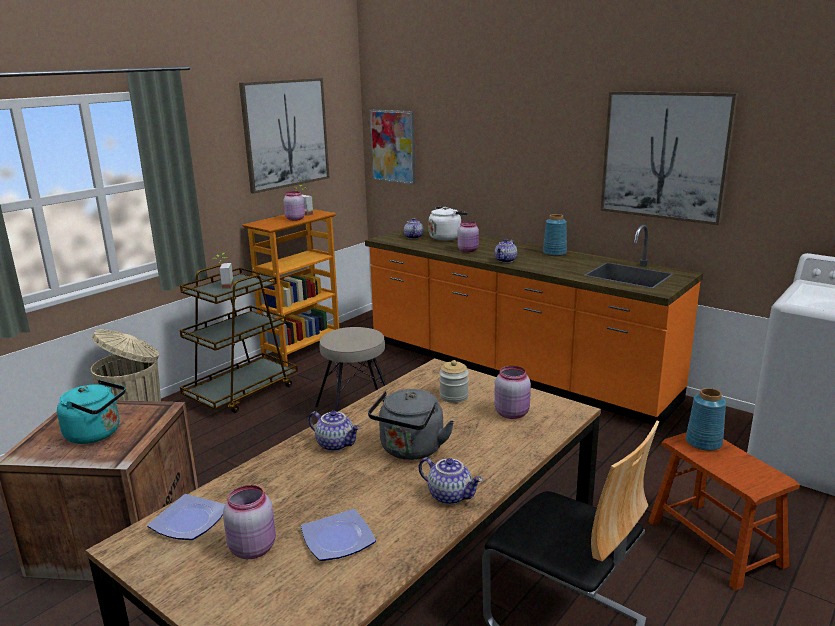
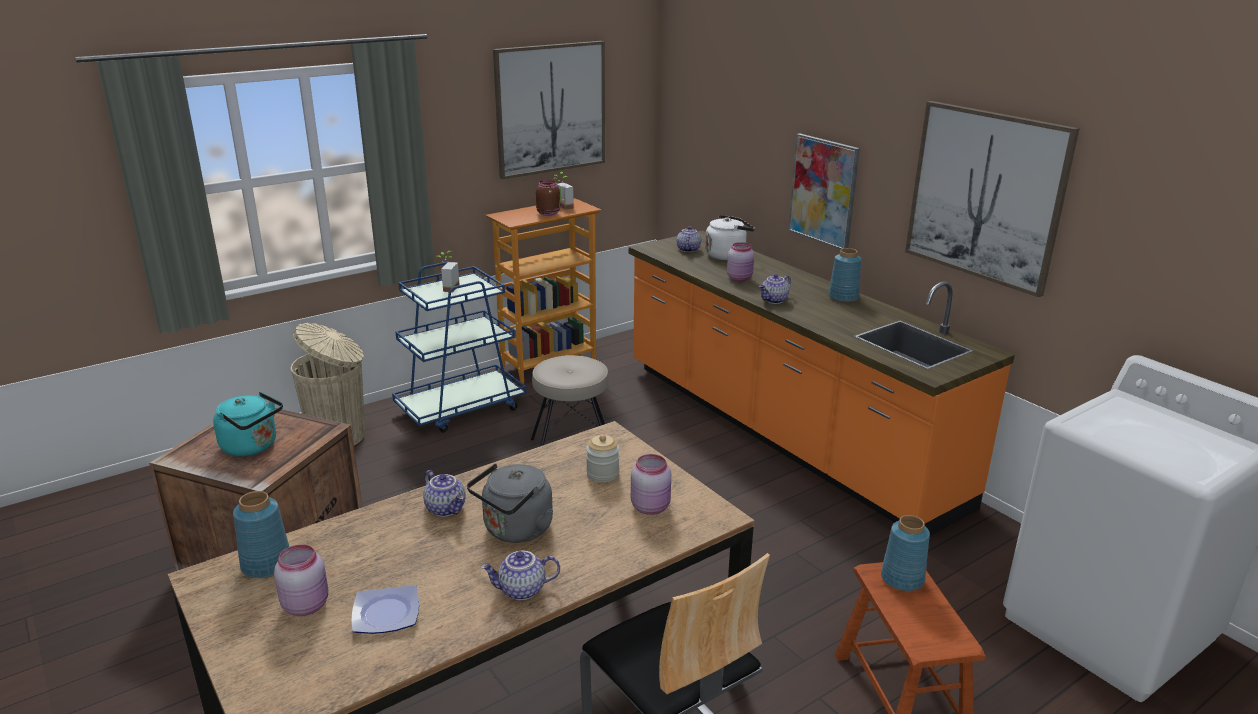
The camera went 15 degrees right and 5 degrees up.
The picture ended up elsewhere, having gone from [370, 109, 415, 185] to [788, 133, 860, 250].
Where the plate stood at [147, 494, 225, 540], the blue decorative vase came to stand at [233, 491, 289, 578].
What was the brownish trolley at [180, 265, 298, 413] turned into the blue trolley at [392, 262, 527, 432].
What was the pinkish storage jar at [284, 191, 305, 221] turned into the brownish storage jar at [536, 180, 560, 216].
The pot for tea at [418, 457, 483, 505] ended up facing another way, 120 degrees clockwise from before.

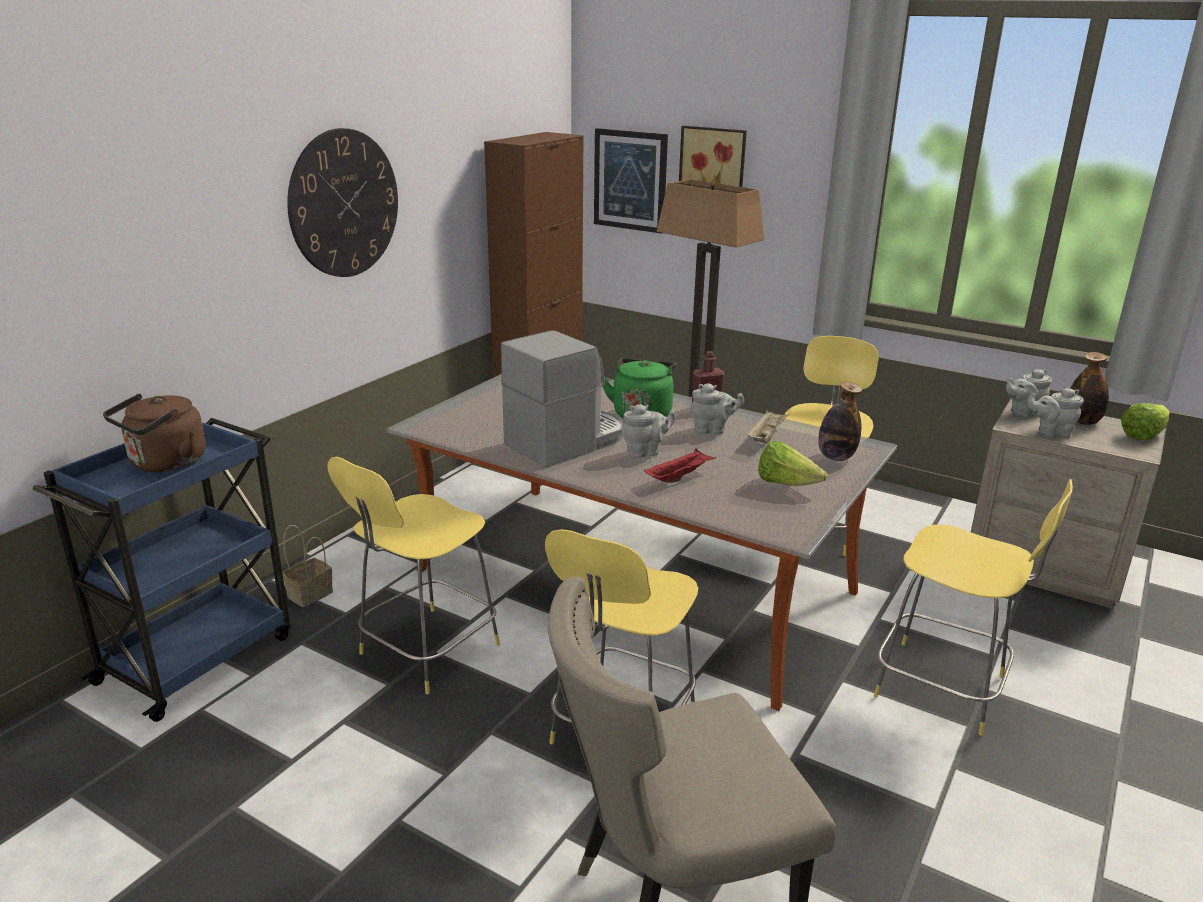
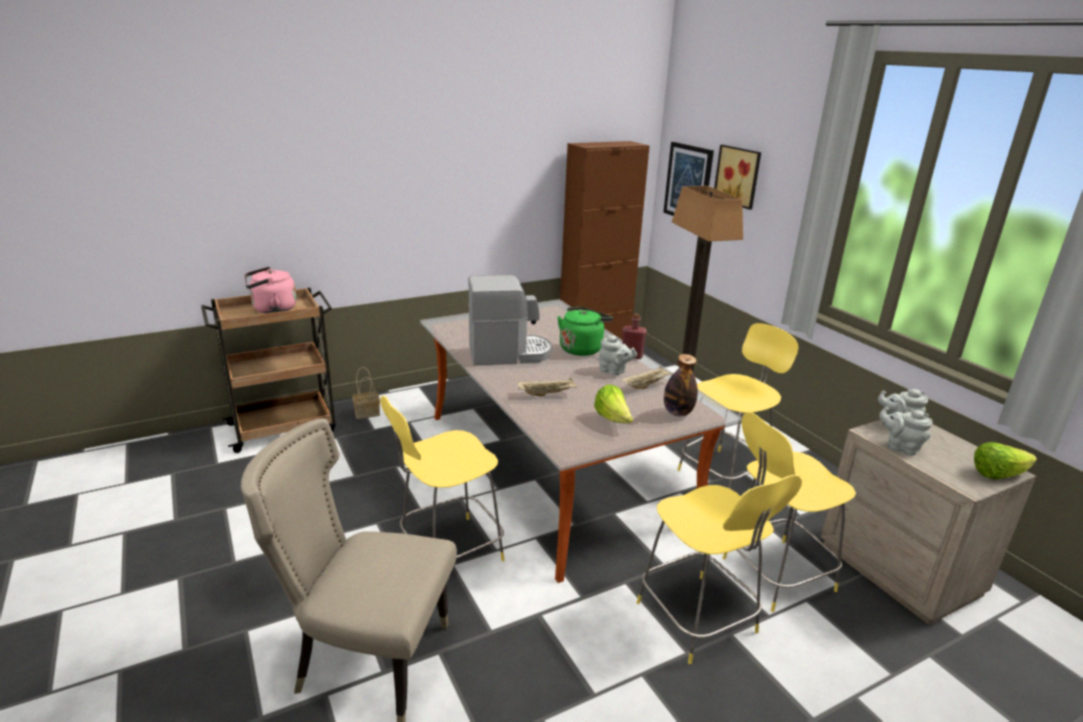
The camera went 30 degrees right and 0 degrees up.
The second view lost the wall clock at [287, 128, 398, 277].
The second view lost the gray pot for tea at [622, 404, 676, 458].
The second view lost the beverage bottle at [1070, 352, 1109, 425].
The yellowish sitting stool ended up elsewhere, having gone from [327, 457, 500, 694] to [723, 412, 856, 612].
What was the blue trolley at [33, 418, 290, 722] turned into the brownish trolley at [201, 288, 336, 453].
What was the brownish kettle at [103, 393, 205, 472] turned into the pinkish kettle at [245, 267, 297, 313].
What was the reddish carrying tray at [644, 448, 716, 483] turned into the sand-coloured carrying tray at [517, 378, 577, 396].

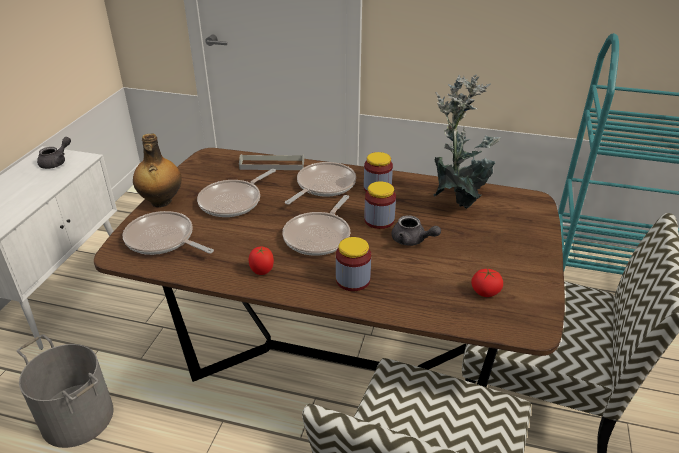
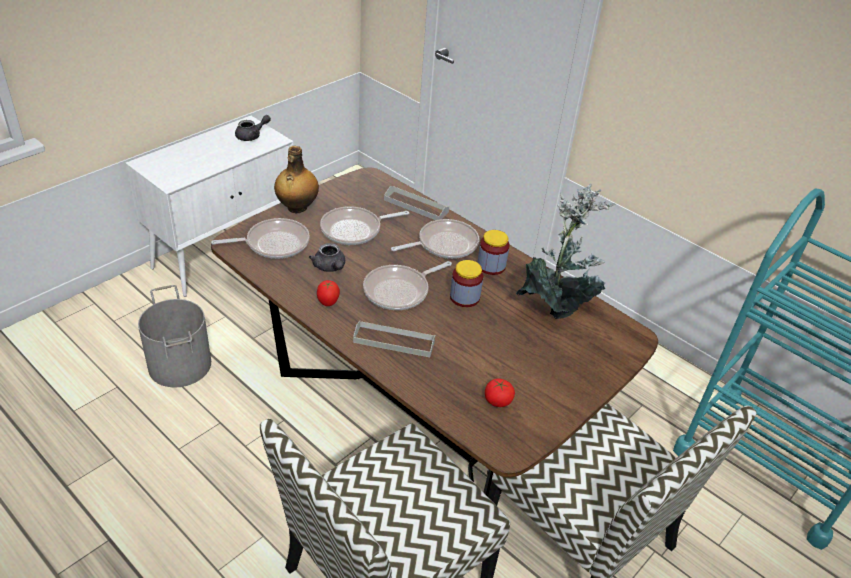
The camera went 25 degrees right and 5 degrees up.
The gray pot for tea ended up elsewhere, having gone from [392, 215, 441, 246] to [309, 243, 345, 272].
Where the storage jar stood at [336, 237, 371, 291], the gray carrying tray came to stand at [353, 321, 435, 357].
The pan at [123, 211, 214, 255] ended up facing another way, 105 degrees clockwise from before.

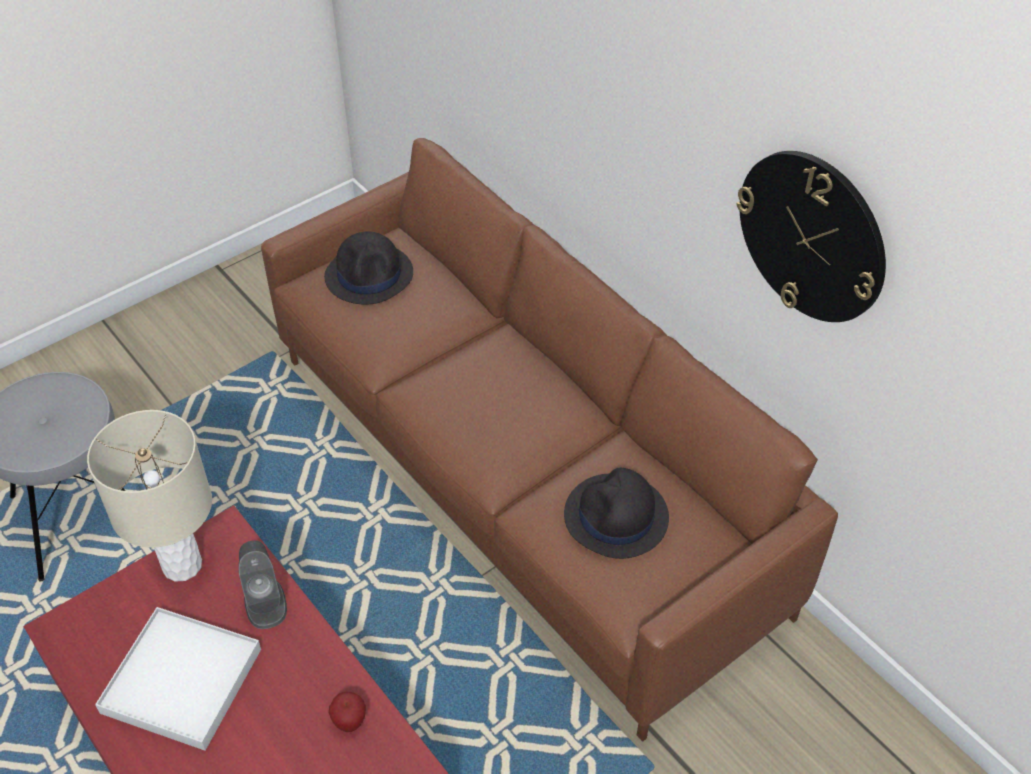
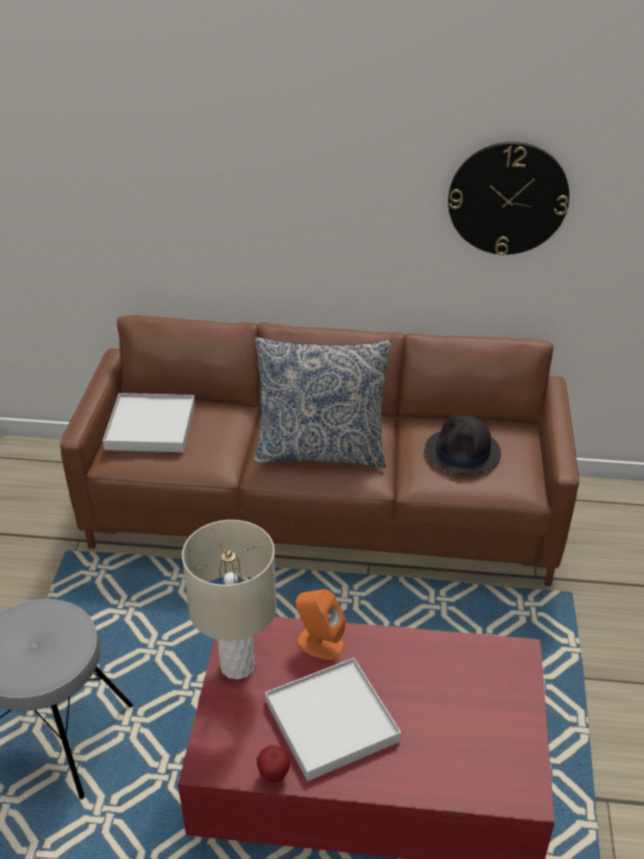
The camera went 45 degrees left and 10 degrees down.
The second view gained the cushion at [254, 337, 391, 468].
The apple ended up elsewhere, having gone from [329, 692, 366, 732] to [257, 746, 290, 783].
Where the blackish hat stood at [324, 231, 413, 305], the whitish carrying tray came to stand at [103, 393, 195, 452].
What was the gray audio speaker at [239, 540, 287, 629] turned into the orange audio speaker at [295, 589, 346, 660].

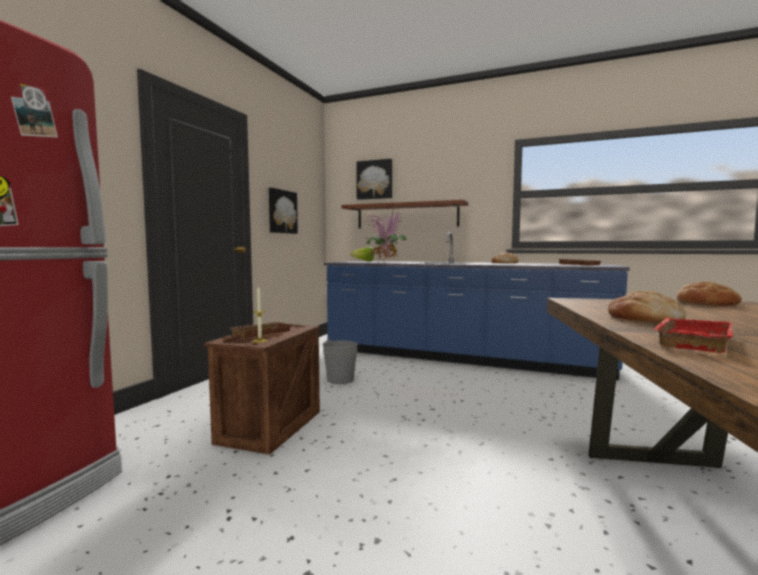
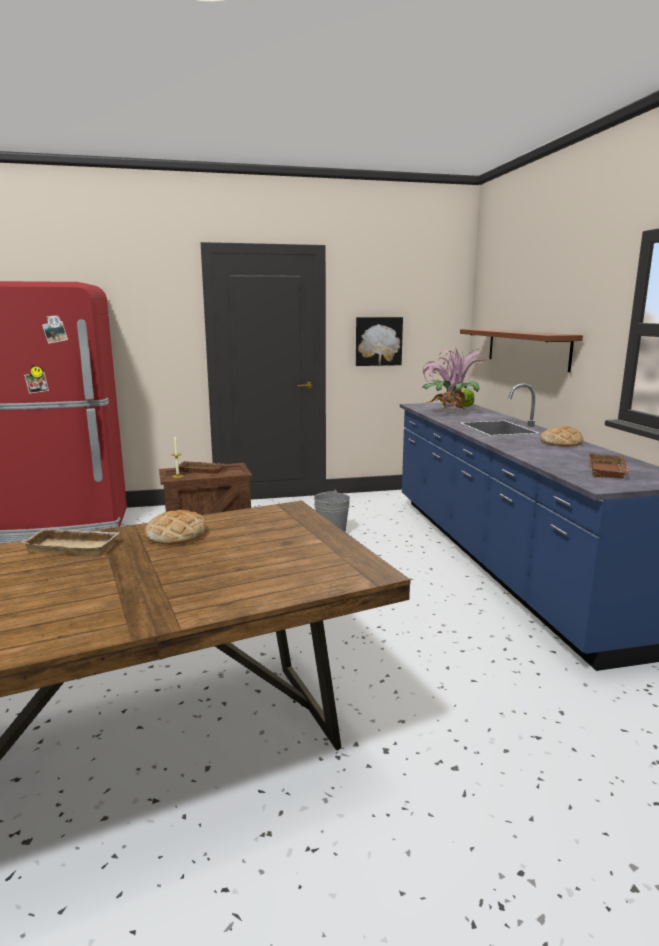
The camera went 55 degrees right and 10 degrees up.
The second view lost the picture at [356, 159, 392, 200].
The second view lost the baked bread at [676, 282, 742, 306].
What was the reddish carrying tray at [654, 318, 733, 353] turned into the sand-coloured carrying tray at [21, 528, 119, 556].

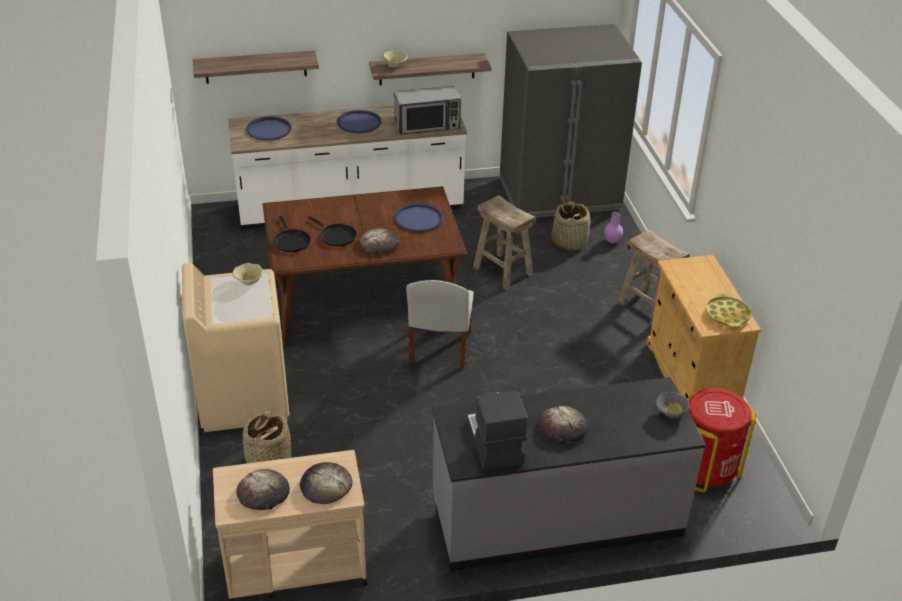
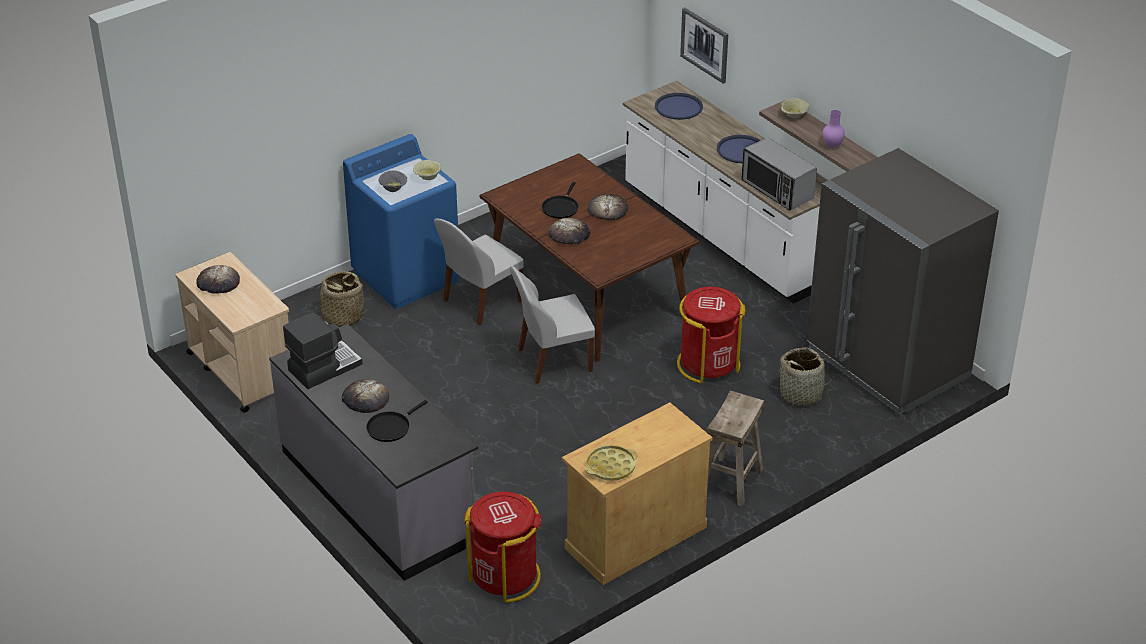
The camera went 65 degrees right and 0 degrees up.
The second view lost the blue carrying tray at [394, 203, 443, 232].
The second view gained the whitish upright chair at [434, 218, 524, 325].
The blackish pan ended up elsewhere, having gone from [274, 216, 311, 252] to [366, 400, 428, 442].
The baked bread ended up elsewhere, having gone from [300, 462, 353, 504] to [588, 194, 628, 220].
The purple-coloured decorative vase ended up elsewhere, having gone from [604, 212, 623, 243] to [822, 110, 845, 148].
The gray bowl ended up elsewhere, having gone from [656, 392, 690, 419] to [378, 170, 407, 192].
Where the bracket shelf hung at [193, 50, 319, 84], the picture came to hang at [680, 7, 728, 84].
Where the sand-coloured sitting stool stood at [473, 195, 535, 290], the reddish trash can came to stand at [677, 287, 746, 384].
What was the sand-coloured laundry appliance at [182, 263, 289, 432] turned into the blue laundry appliance at [343, 134, 459, 309].

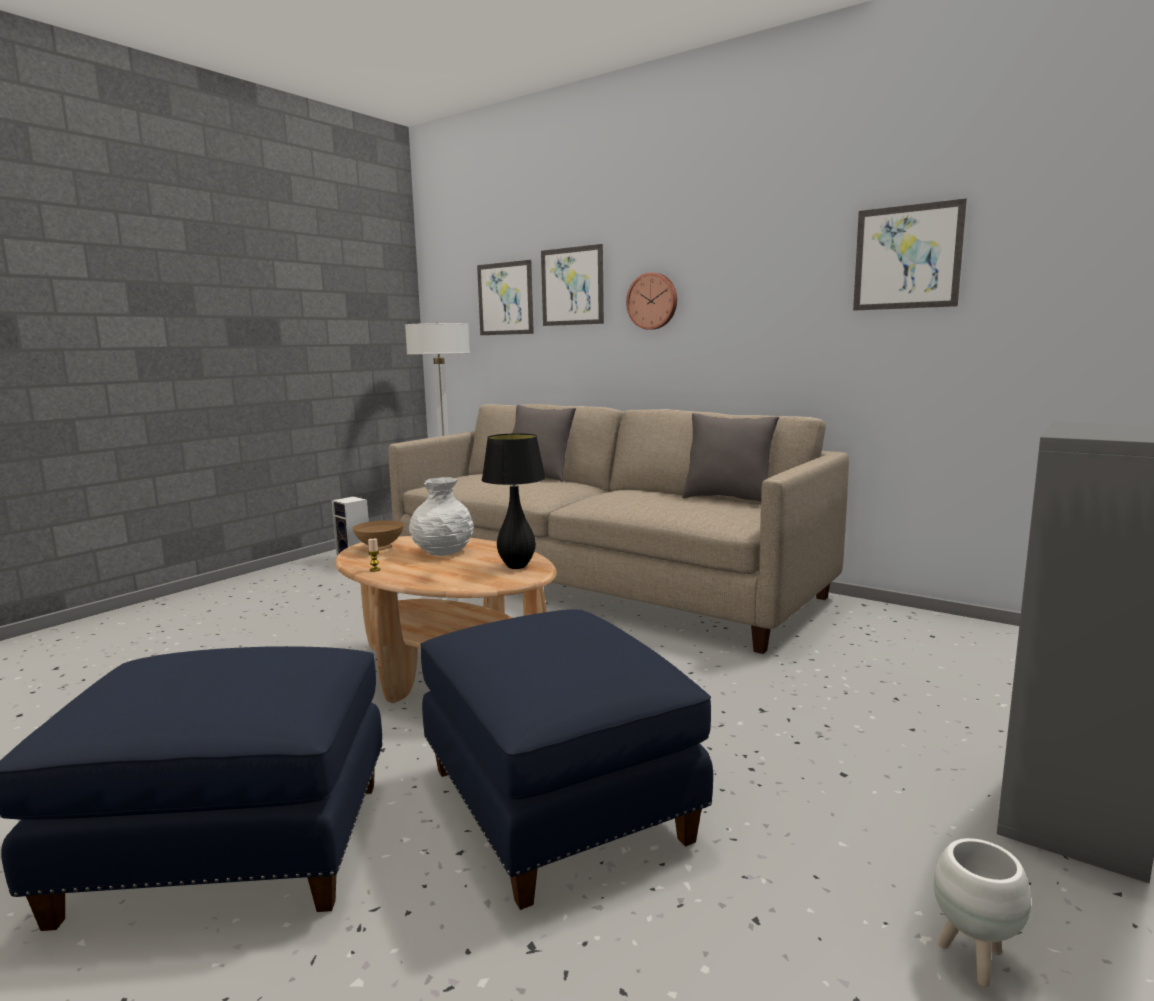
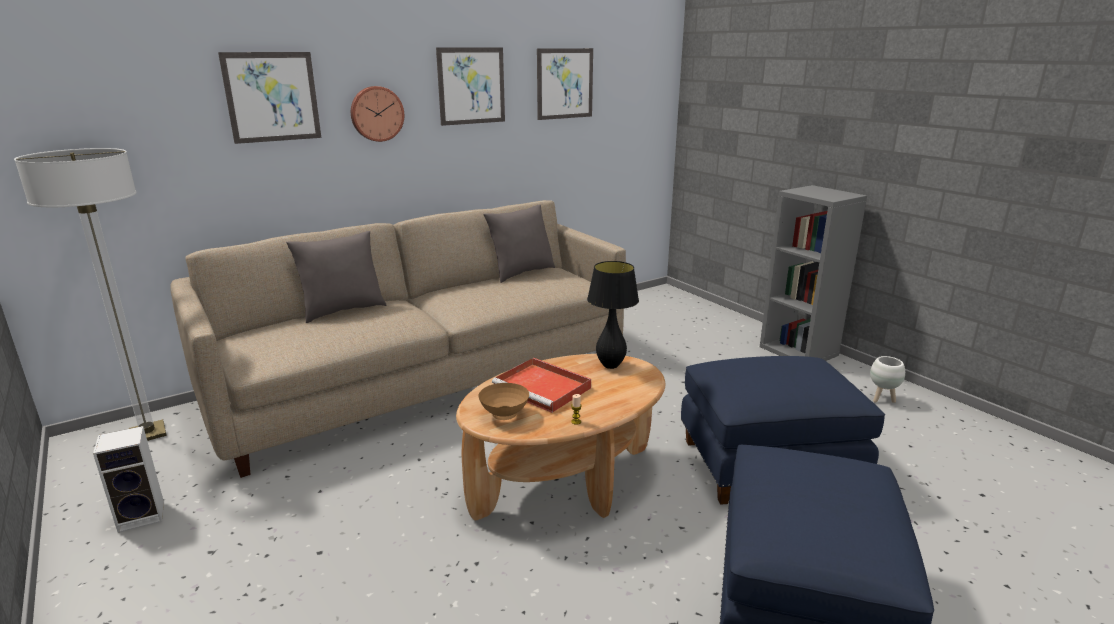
The camera went 70 degrees left and 10 degrees up.
The picture ended up elsewhere, having gone from [477, 260, 534, 335] to [436, 47, 505, 126].
Where the whitish decorative vase stood at [409, 477, 474, 556], the reddish carrying tray came to stand at [492, 358, 591, 413].

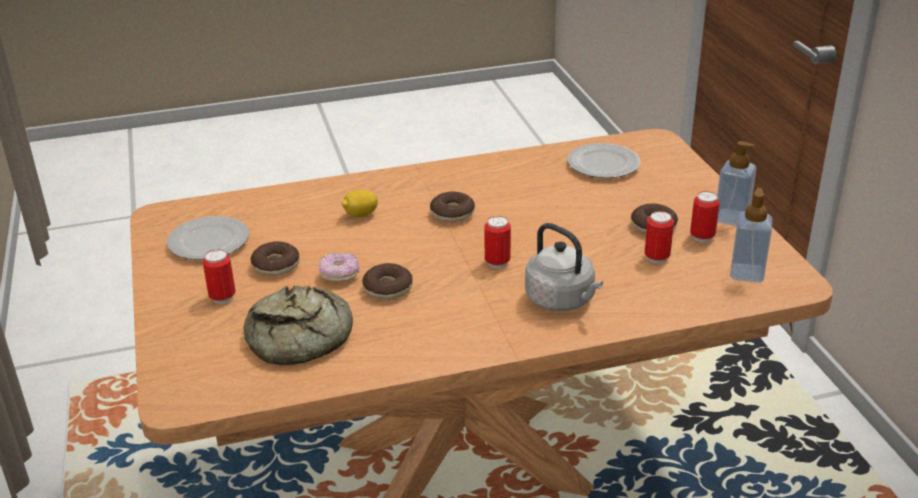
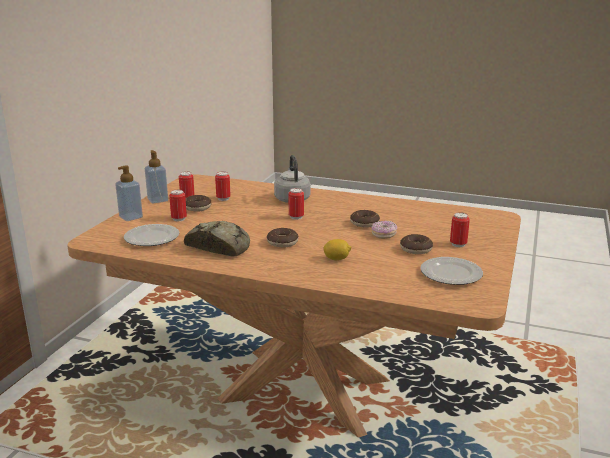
The camera went 145 degrees left and 10 degrees down.
The second view gained the metal can at [169, 190, 187, 221].
The baked bread ended up elsewhere, having gone from [243, 286, 353, 365] to [184, 221, 250, 256].
The soap dispenser ended up elsewhere, having gone from [730, 188, 772, 283] to [115, 165, 143, 221].

